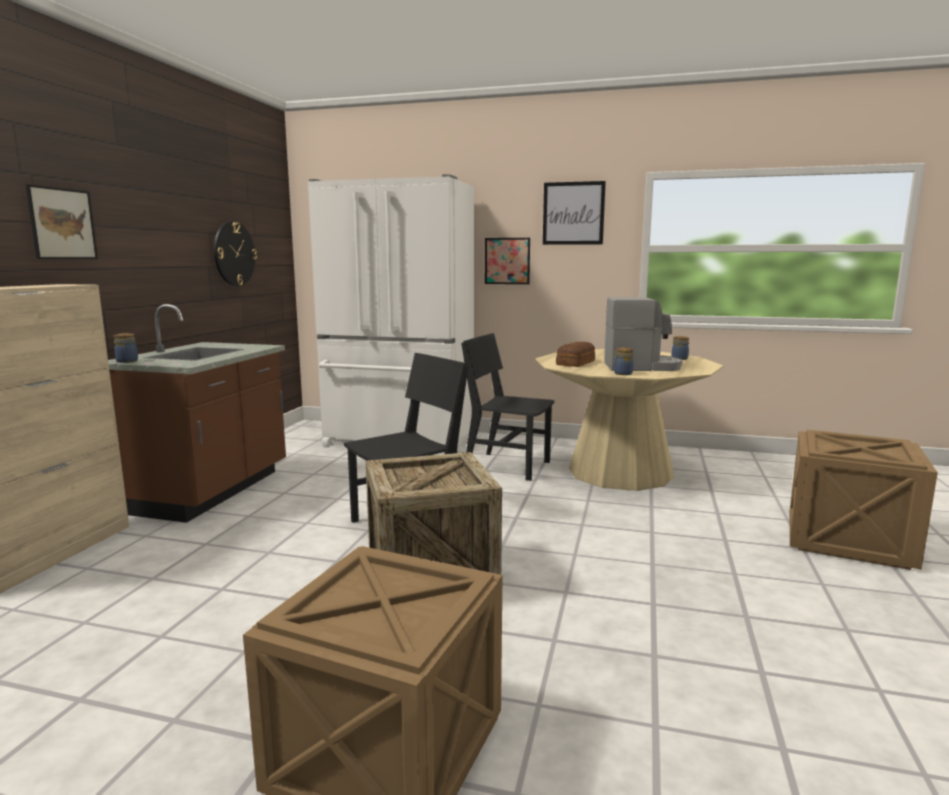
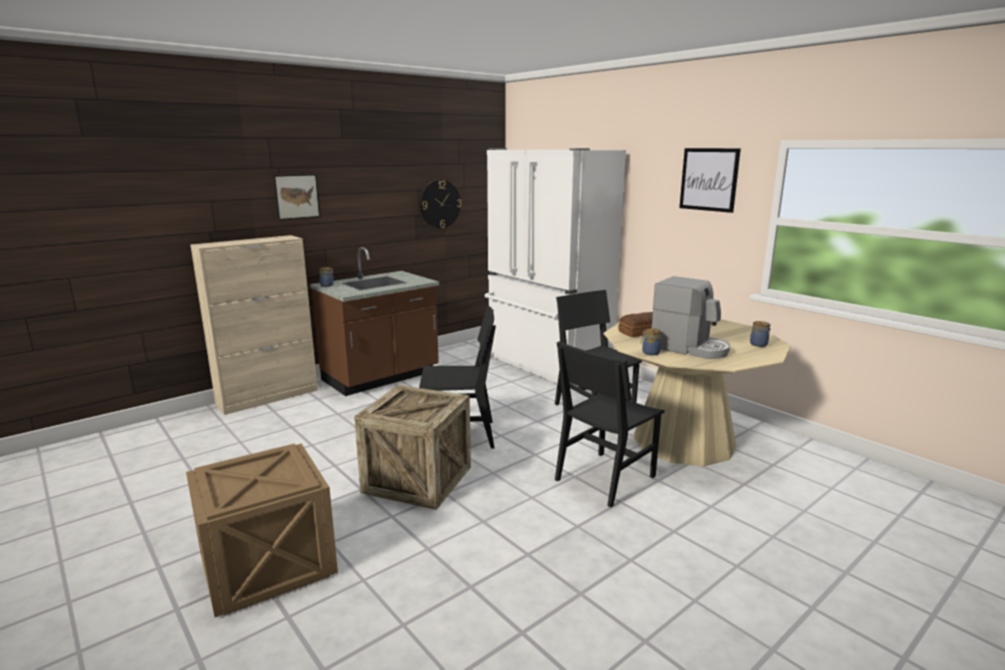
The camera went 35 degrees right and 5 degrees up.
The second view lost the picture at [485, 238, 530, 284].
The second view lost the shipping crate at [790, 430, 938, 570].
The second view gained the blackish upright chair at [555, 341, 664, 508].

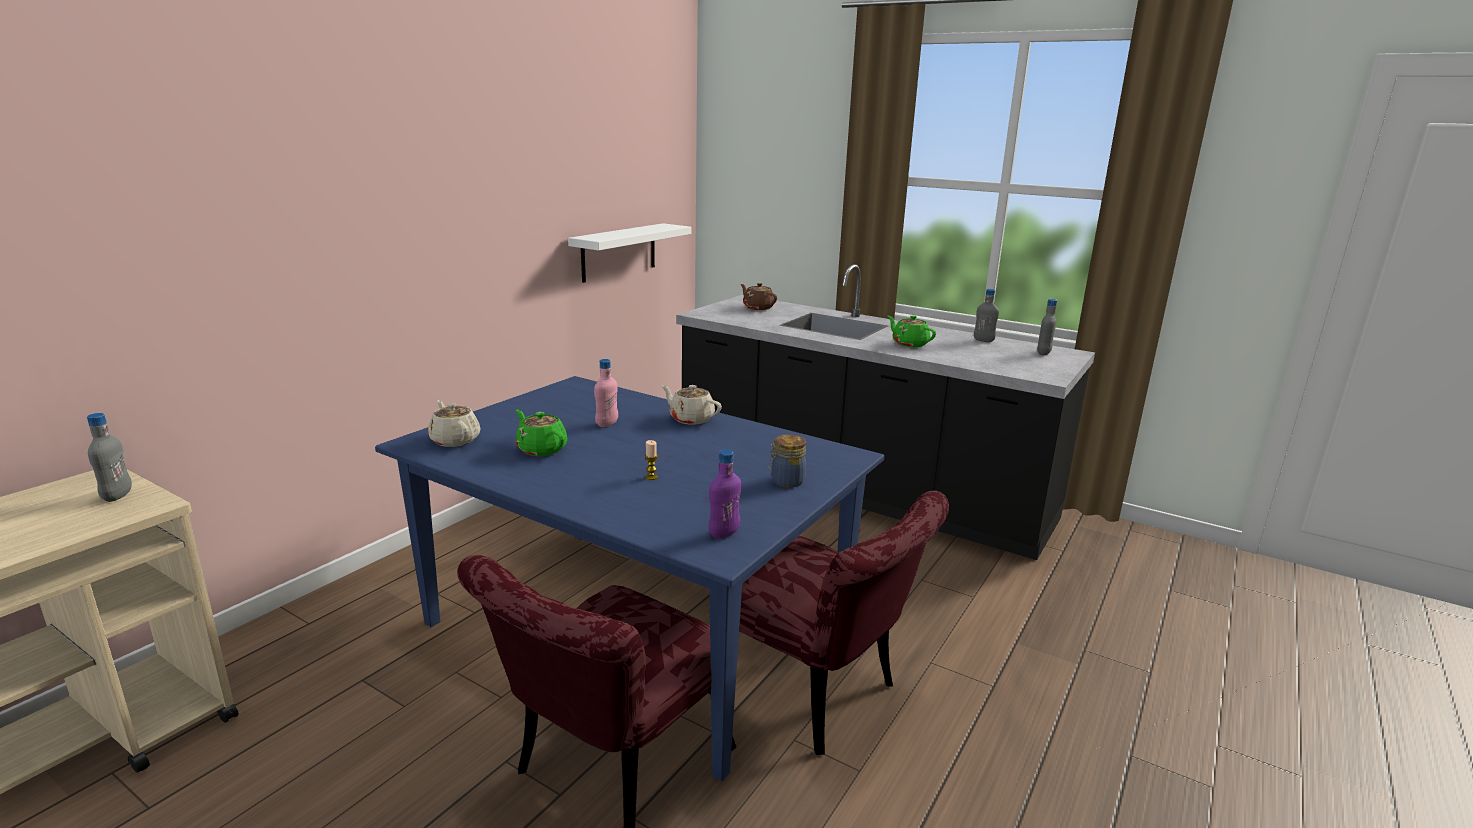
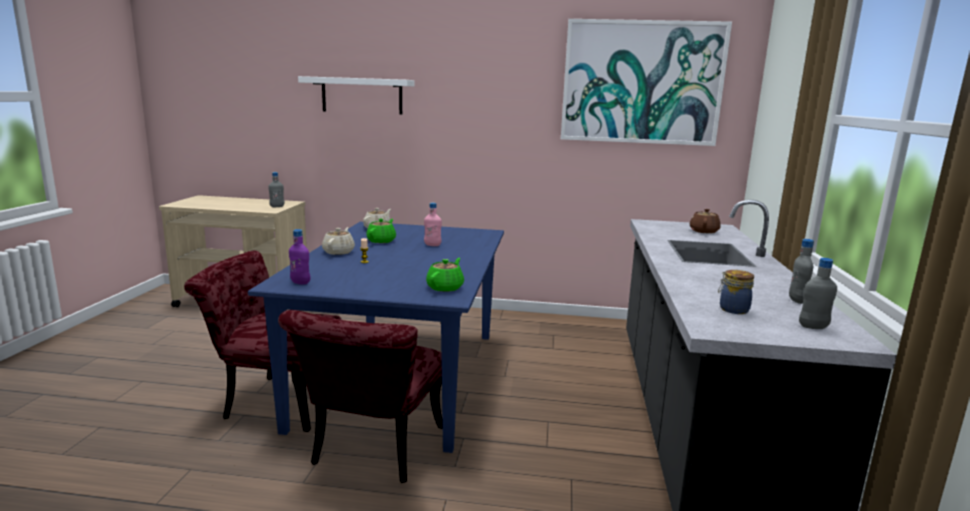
The camera went 65 degrees right and 5 degrees down.
The second view gained the picture at [561, 19, 732, 146].
The whitish bracket shelf ended up elsewhere, having gone from [568, 223, 691, 283] to [298, 76, 414, 115].
The sand-coloured pot for tea ended up elsewhere, having gone from [661, 385, 722, 425] to [322, 227, 355, 255].
The storage jar ended up elsewhere, having gone from [769, 434, 806, 488] to [718, 270, 754, 314].
The green pot for tea ended up elsewhere, having gone from [888, 315, 936, 347] to [426, 258, 464, 292].

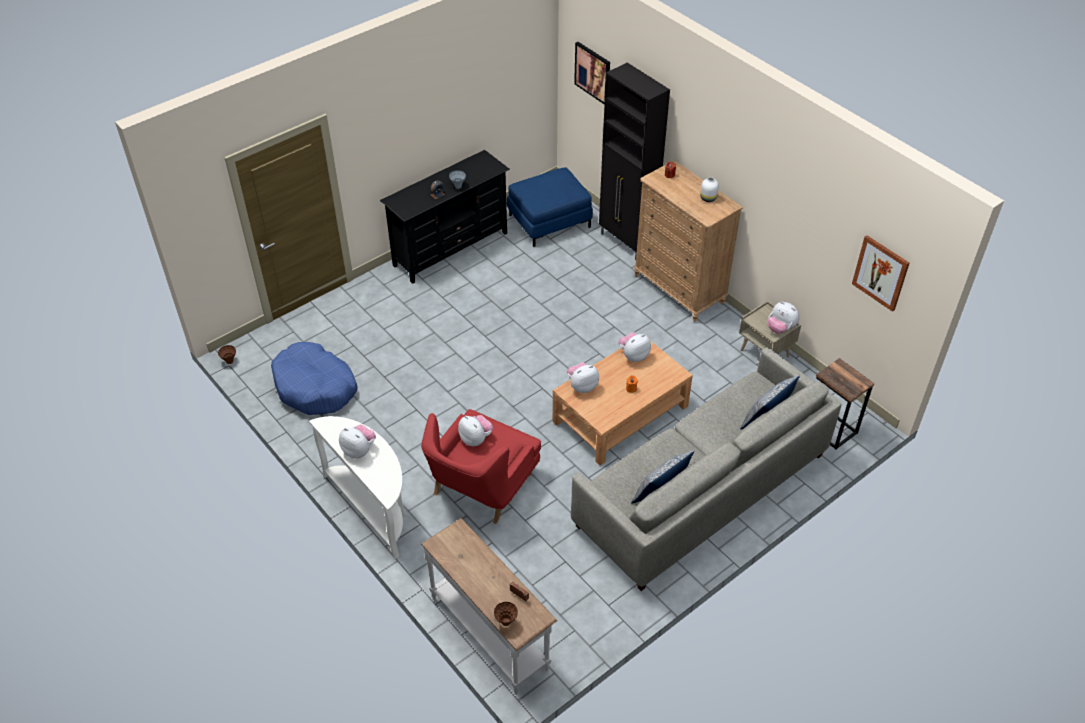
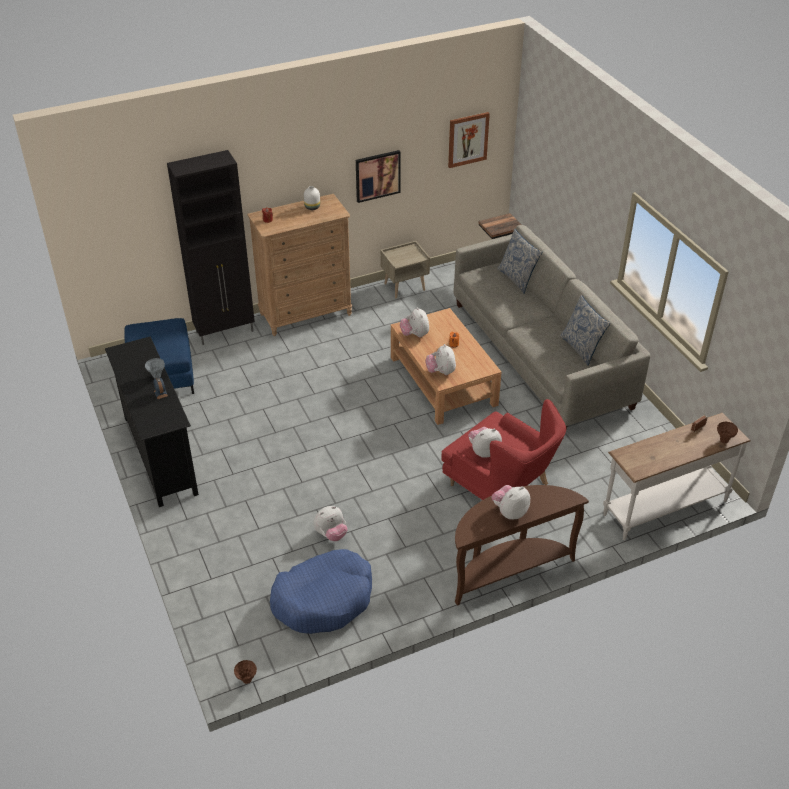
The camera went 75 degrees left and 5 degrees down.
The picture ended up elsewhere, having gone from [574, 42, 610, 105] to [356, 150, 401, 203].
The plush toy ended up elsewhere, having gone from [767, 301, 800, 334] to [313, 506, 348, 541].
What was the whitish narrow table at [309, 416, 406, 559] turned into the brownish narrow table at [455, 485, 589, 606].

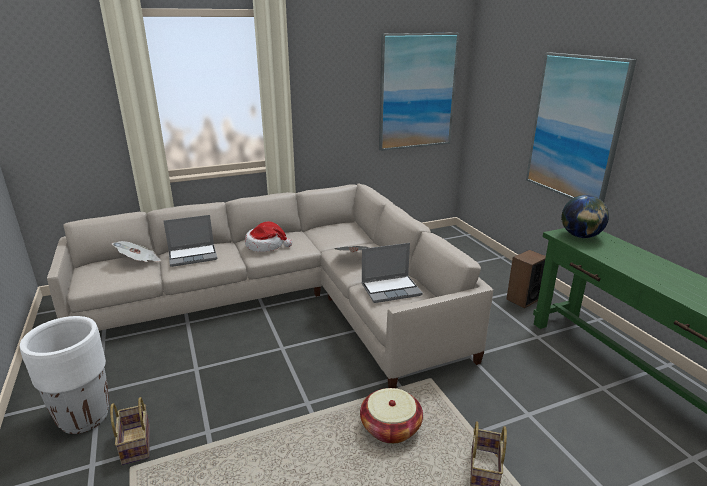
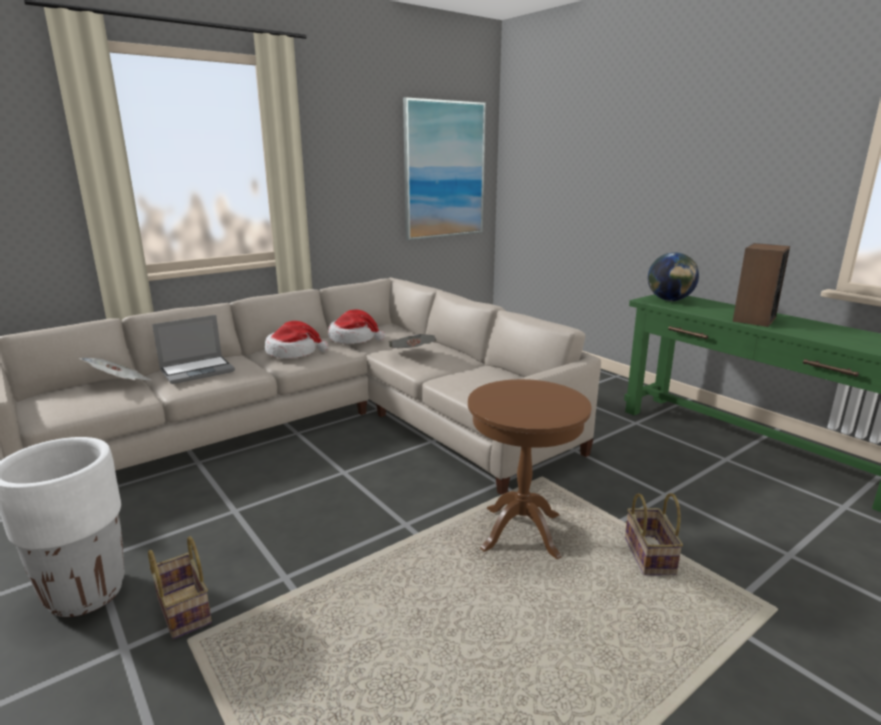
The camera went 15 degrees left and 5 degrees down.
The second view lost the notebook computer at [362, 243, 423, 303].
The second view lost the picture at [526, 52, 637, 202].
The second view gained the hat at [328, 309, 385, 344].
The audio speaker ended up elsewhere, having gone from [506, 250, 546, 308] to [733, 243, 790, 327].
Where the basket stood at [360, 388, 423, 444], the brownish accent table came to stand at [468, 379, 591, 559].

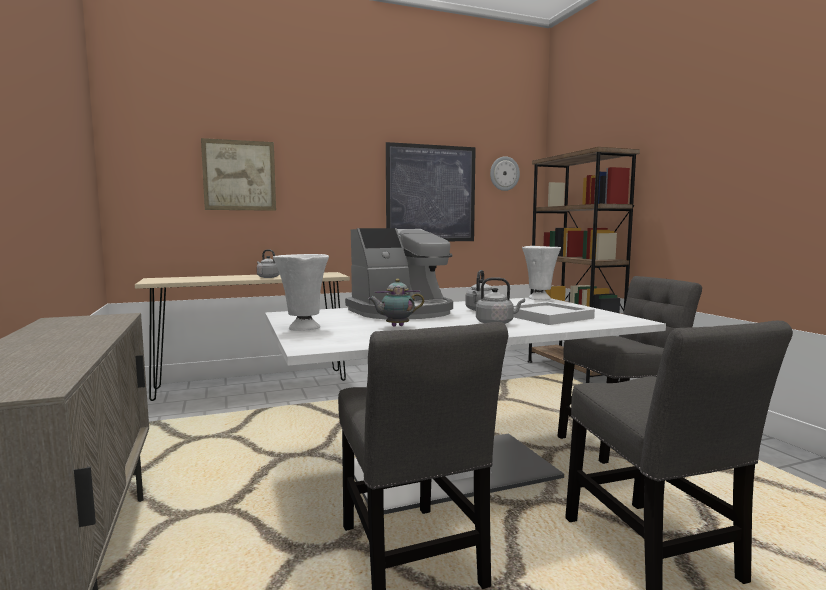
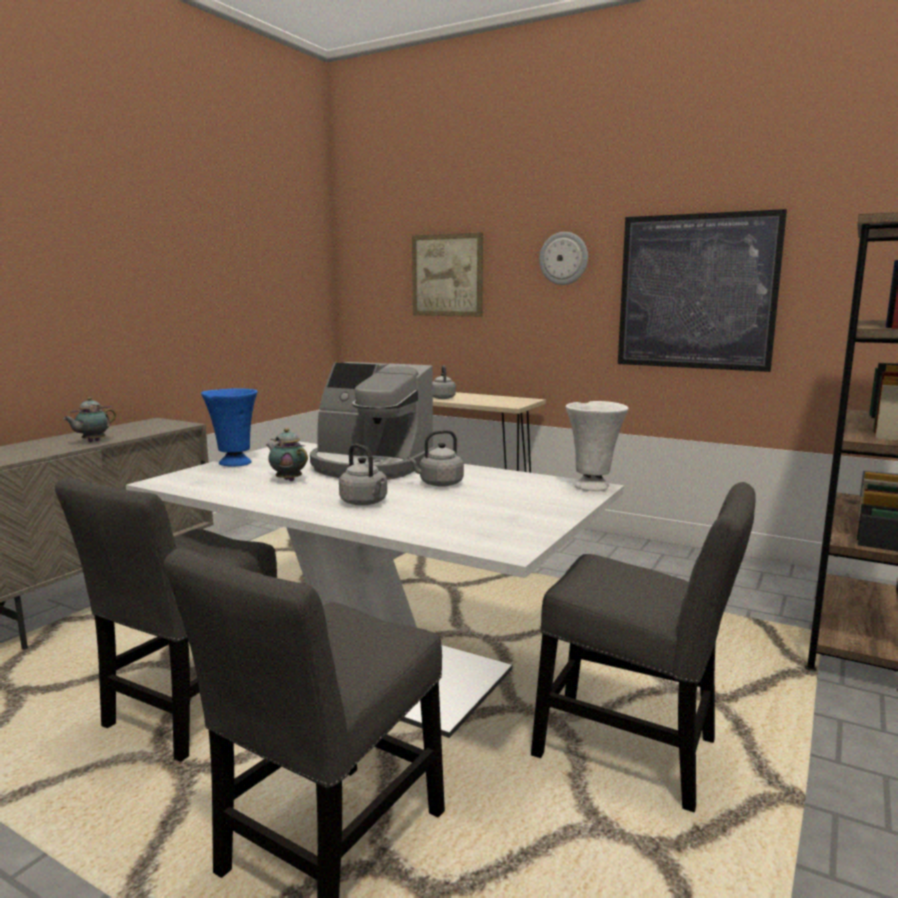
The camera went 50 degrees right and 5 degrees up.
The second view lost the whitish carrying tray at [513, 301, 595, 325].
The second view gained the pot for tea at [63, 397, 116, 442].
The wall clock ended up elsewhere, having gone from [490, 156, 520, 191] to [539, 232, 588, 285].
What was the whitish decorative vase at [273, 254, 329, 331] turned into the blue decorative vase at [201, 389, 258, 466].

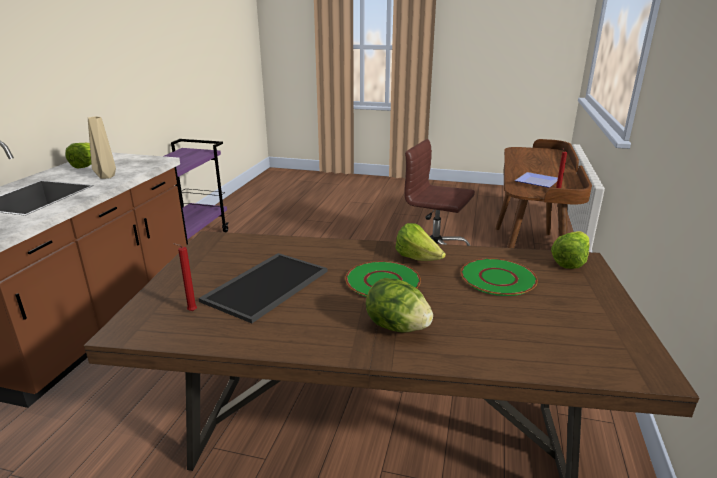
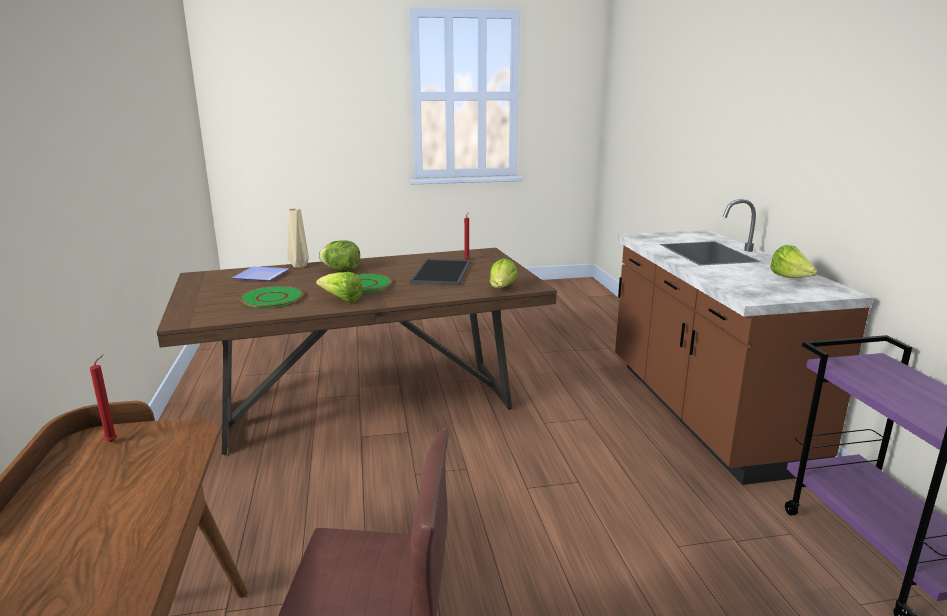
The camera went 155 degrees right and 5 degrees down.
The sand-coloured decorative vase ended up elsewhere, having gone from [88, 116, 116, 179] to [287, 208, 309, 268].
The plate ended up elsewhere, having gone from [515, 172, 558, 188] to [232, 266, 289, 281].
The lettuce ended up elsewhere, having gone from [551, 231, 590, 269] to [490, 258, 518, 288].

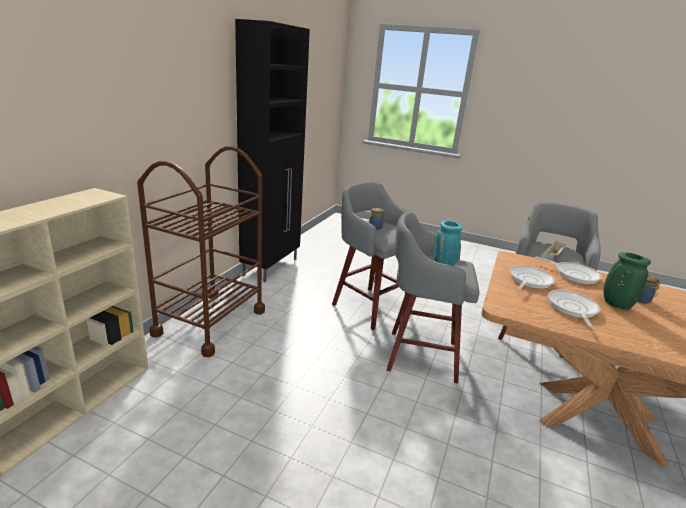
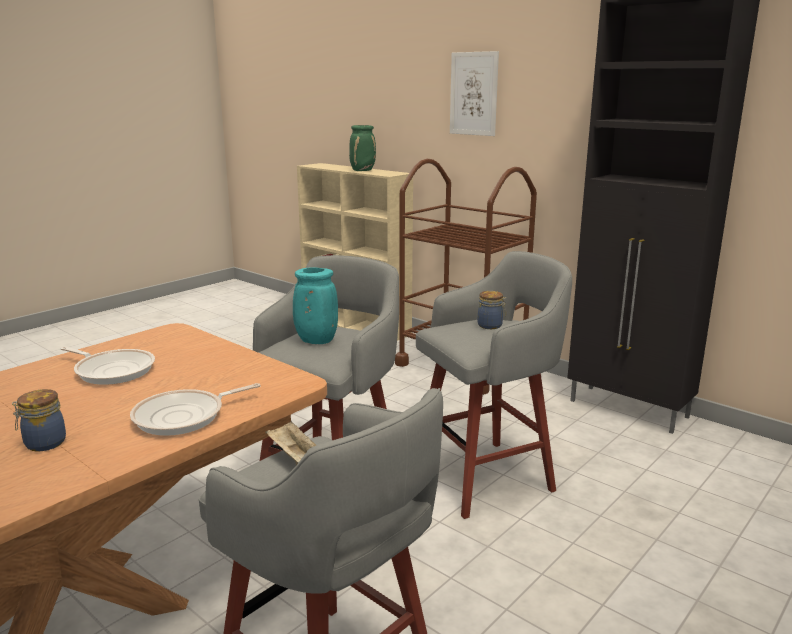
The camera went 110 degrees right and 5 degrees down.
The second view lost the pan at [509, 265, 555, 290].
The second view gained the picture at [450, 51, 499, 136].
The green decorative vase ended up elsewhere, having gone from [603, 252, 651, 310] to [349, 125, 376, 171].

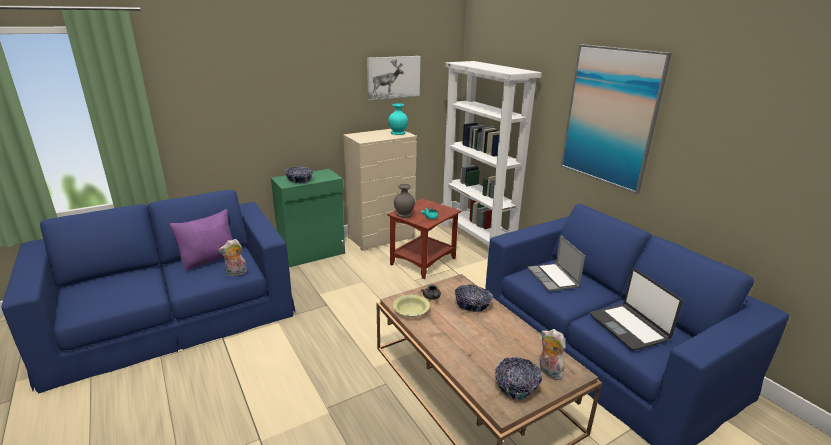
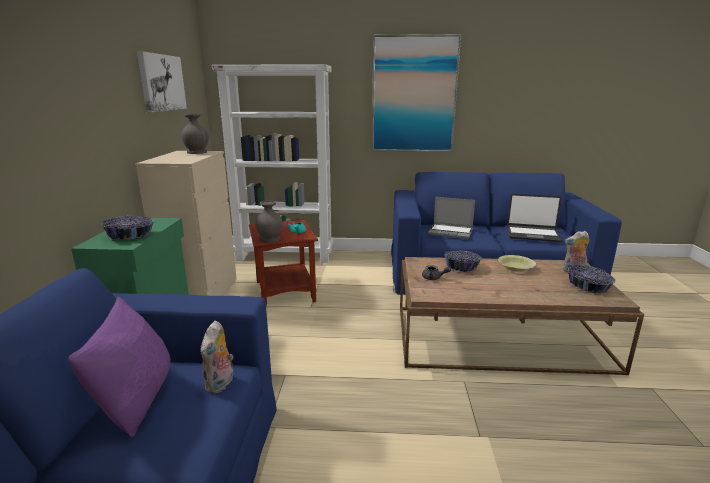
The camera went 55 degrees left and 5 degrees down.
The yellowish bowl ended up elsewhere, having gone from [393, 295, 430, 317] to [498, 255, 536, 272].
What was the turquoise-coloured decorative vase at [388, 103, 408, 135] turned into the gray decorative vase at [181, 114, 209, 154].

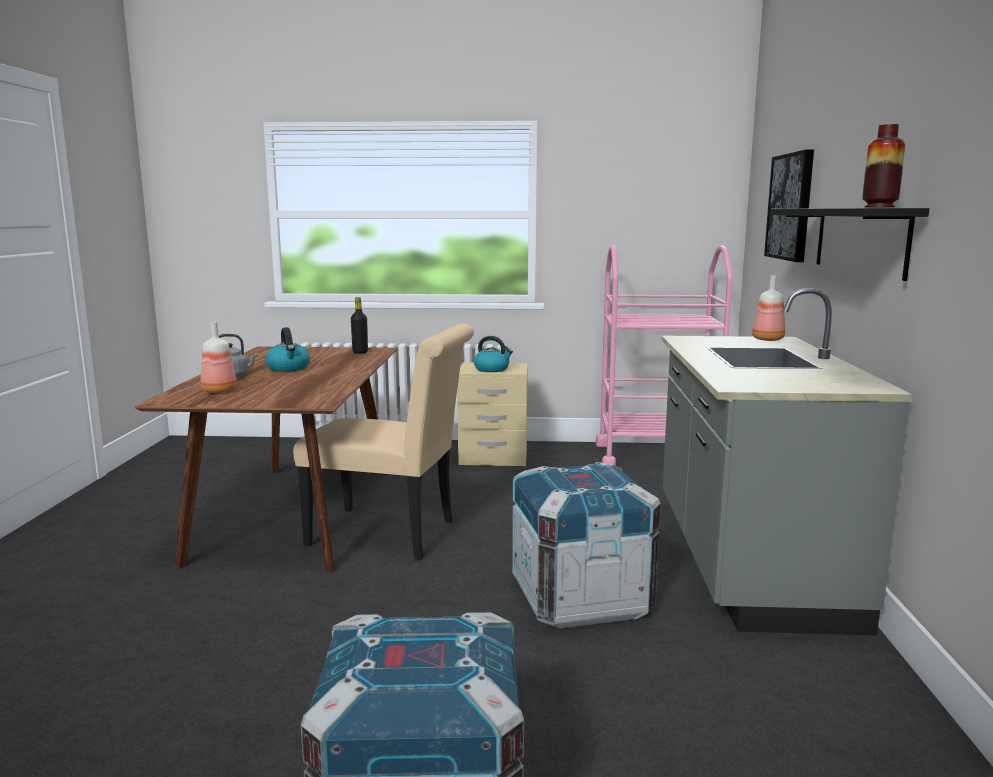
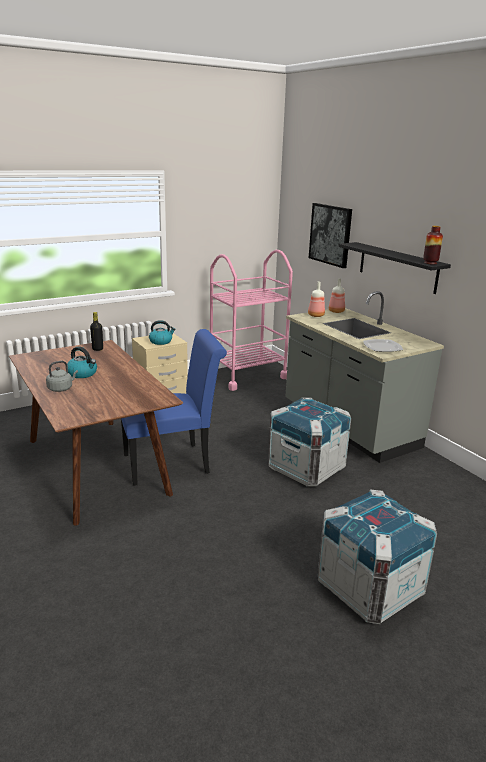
The camera went 35 degrees left and 10 degrees up.
The second view gained the plate at [363, 339, 403, 352].
The beverage bottle ended up elsewhere, having gone from [200, 322, 237, 393] to [308, 282, 325, 317].
What was the sand-coloured upright chair at [293, 324, 474, 560] turned into the blue upright chair at [121, 329, 227, 486].

